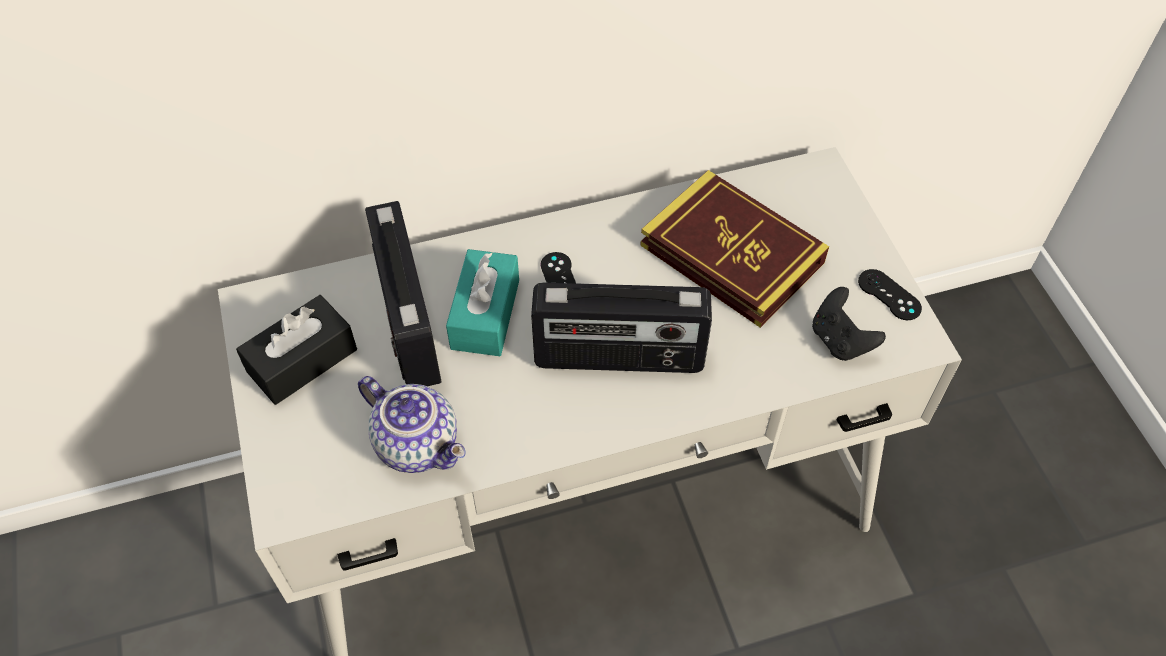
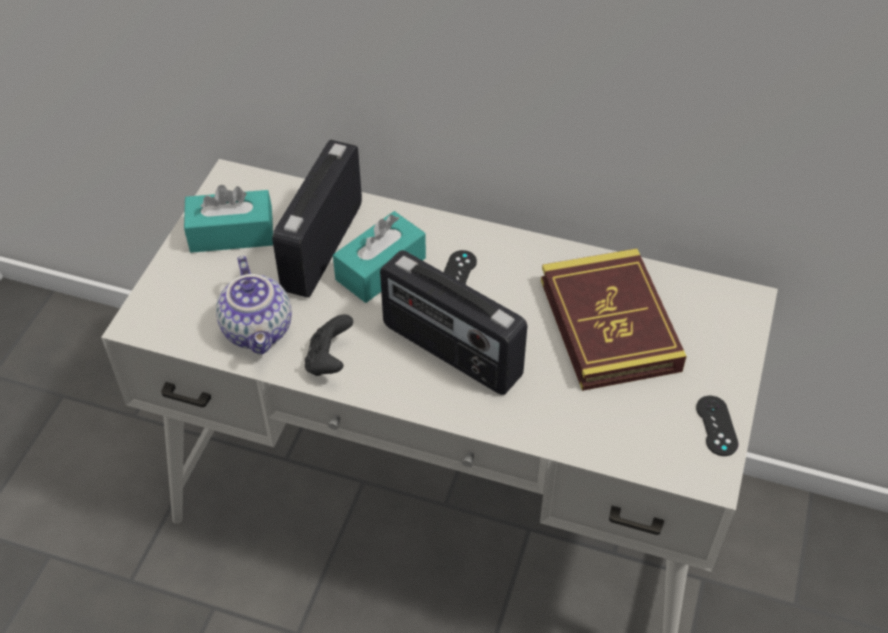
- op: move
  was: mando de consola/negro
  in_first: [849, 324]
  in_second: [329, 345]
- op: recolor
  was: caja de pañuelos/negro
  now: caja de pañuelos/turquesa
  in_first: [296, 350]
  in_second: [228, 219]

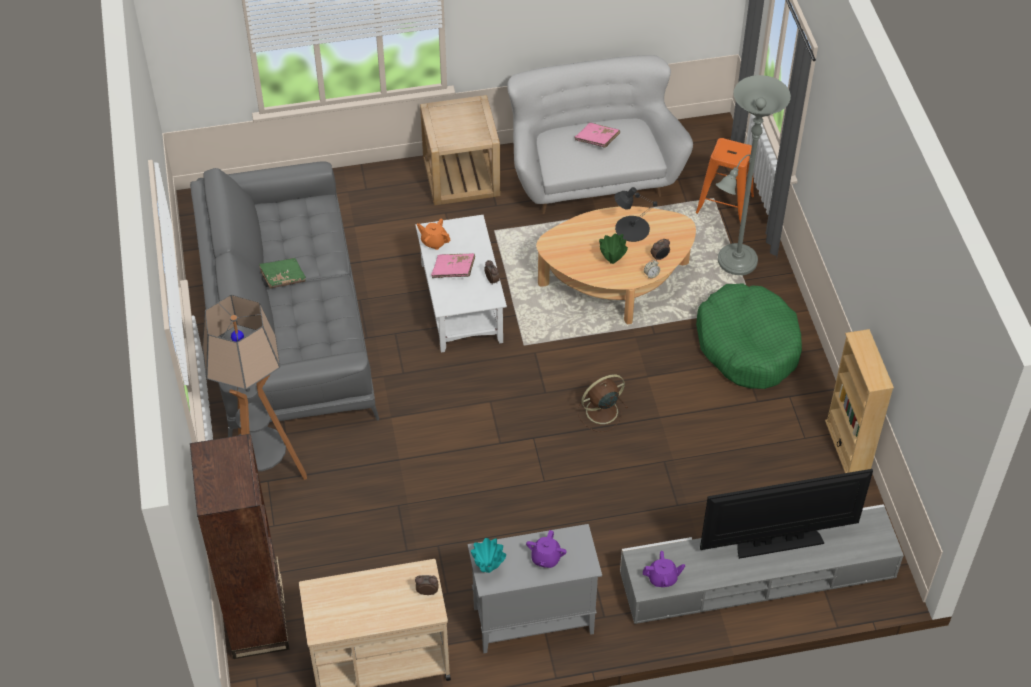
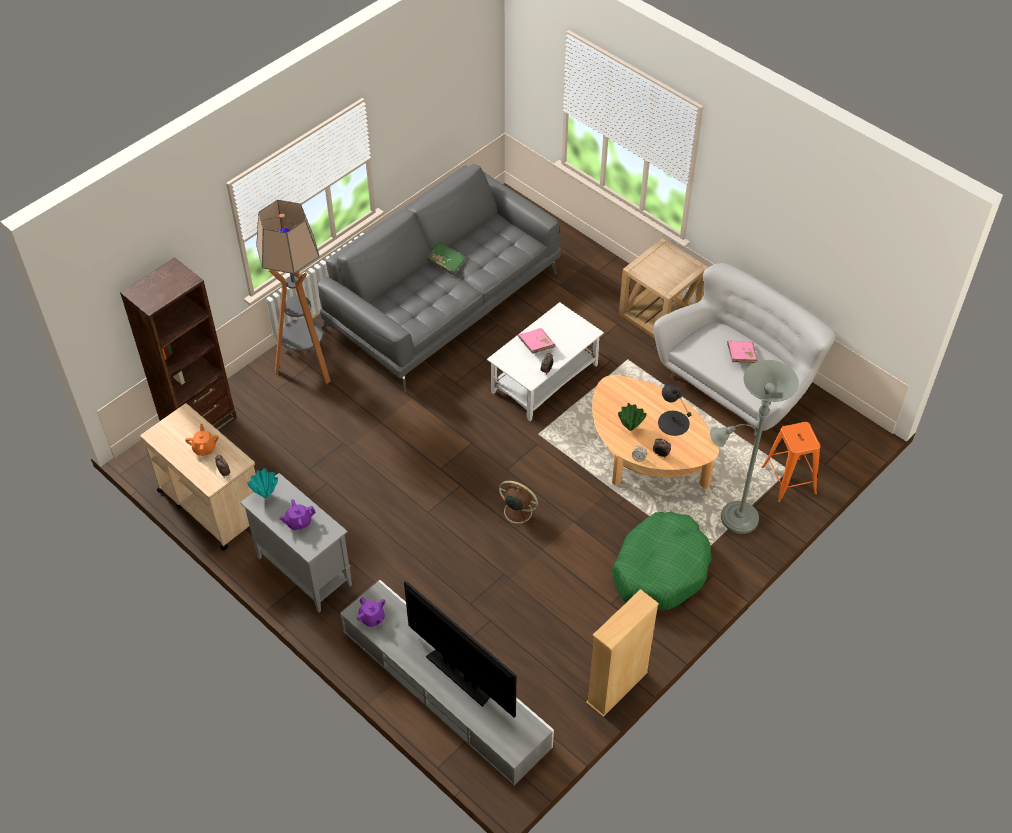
- op: move
  was: tetera/naranja
  in_first: [433, 234]
  in_second: [202, 440]

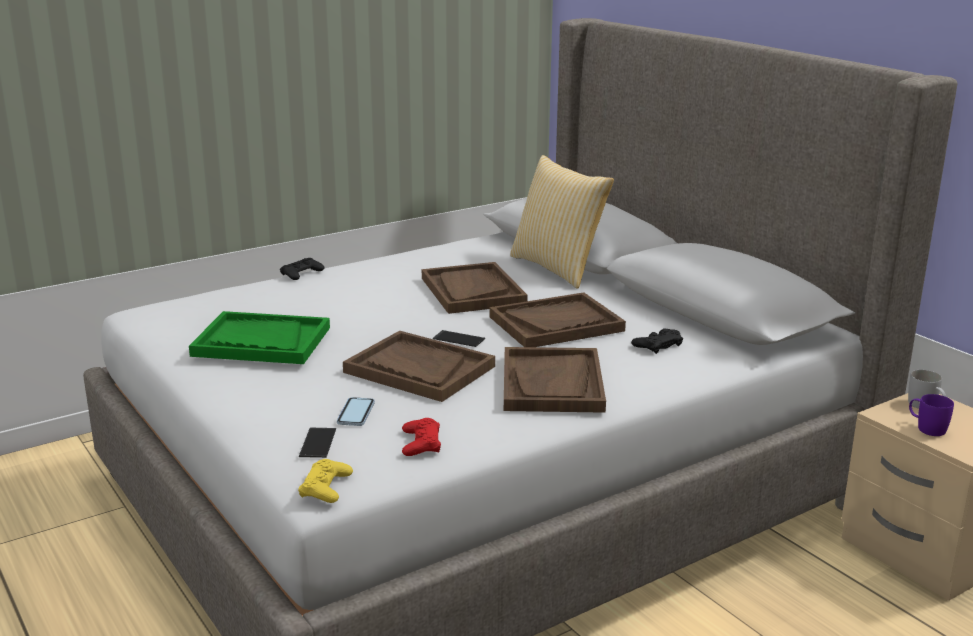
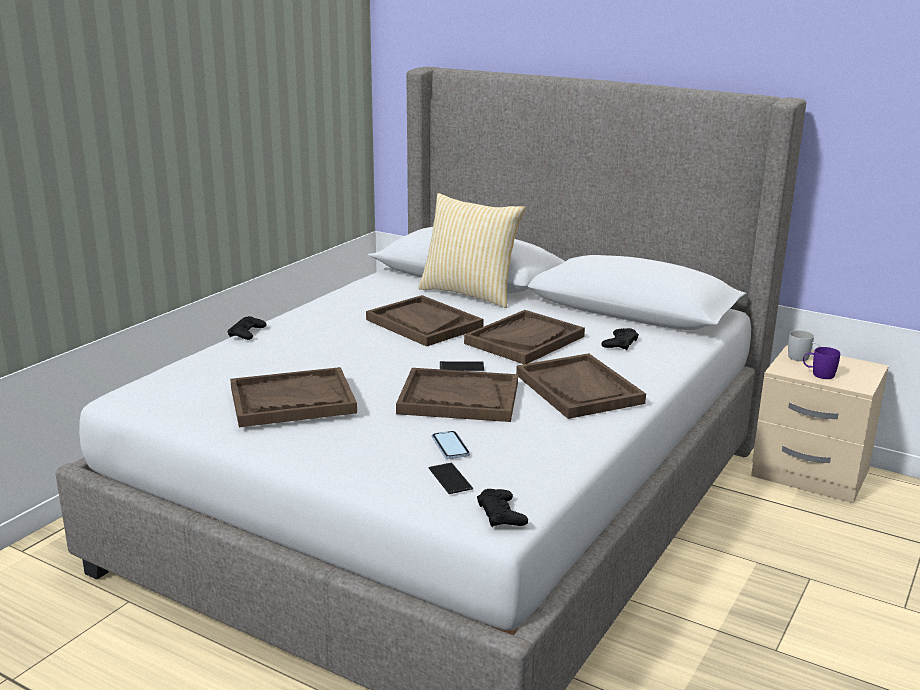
- op: delete
  was: mando de consola/rojo
  in_first: [421, 437]
- op: recolor
  was: bandeja/verde
  now: bandeja/marrón
  in_first: [259, 337]
  in_second: [293, 397]
- op: recolor
  was: mando de consola/amarillo
  now: mando de consola/negro
  in_first: [325, 481]
  in_second: [502, 508]

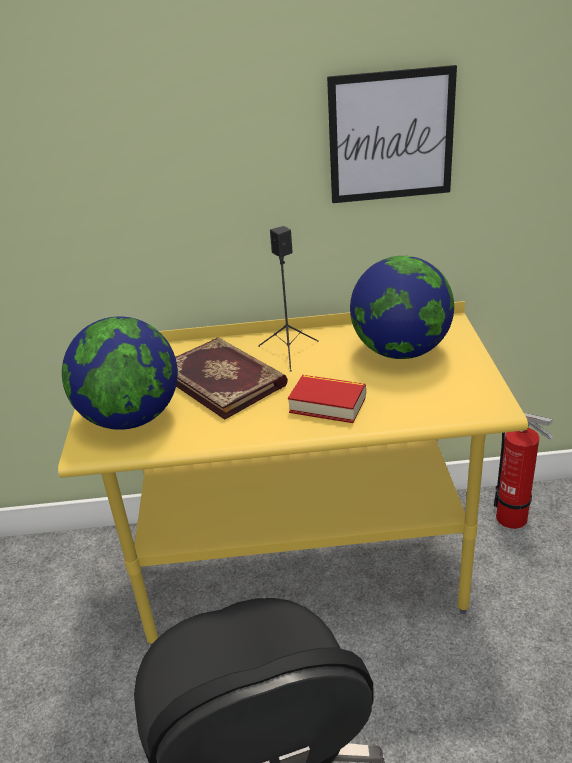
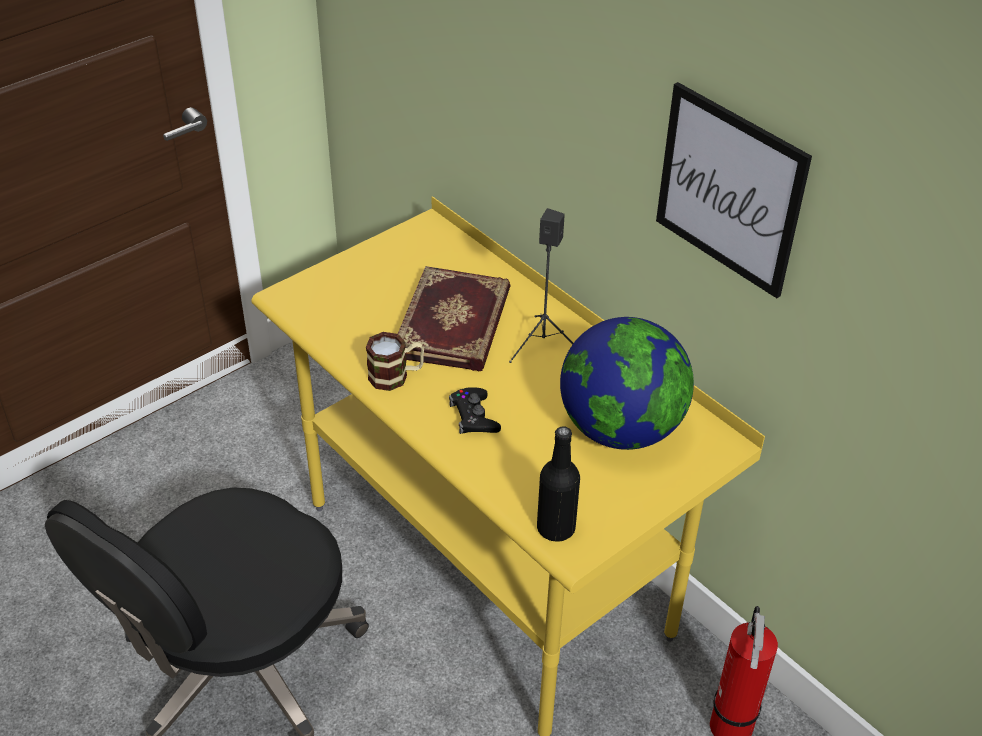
- op: delete
  was: globo terráqueo
  in_first: [120, 373]
- op: insert
  now: taza grande
  in_second: [395, 361]
- op: insert
  now: botella/negro
  in_second: [558, 484]
- op: replace
  was: libro
  now: mando de consola/negro
  in_first: [327, 399]
  in_second: [475, 410]

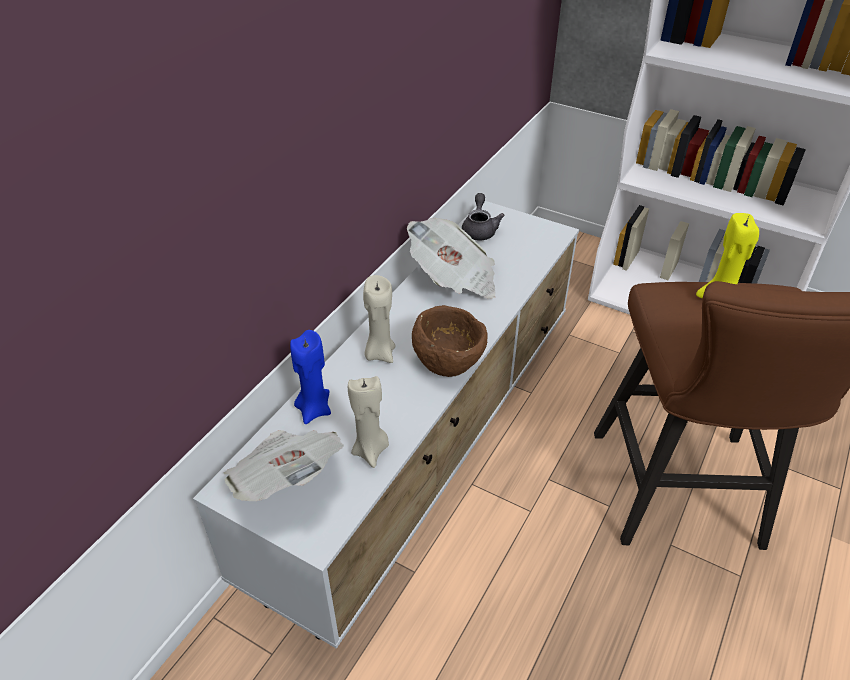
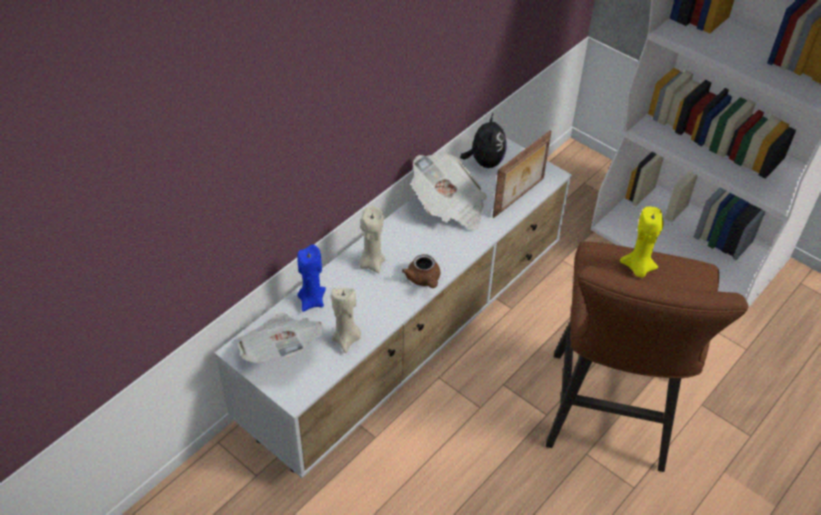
- op: insert
  now: portarretratos
  in_second: [522, 174]
- op: replace
  was: cuenco/marrón
  now: tetera/marrón
  in_first: [449, 341]
  in_second: [421, 271]
- op: replace
  was: tetera/gris
  now: peluche
  in_first: [483, 217]
  in_second: [483, 140]

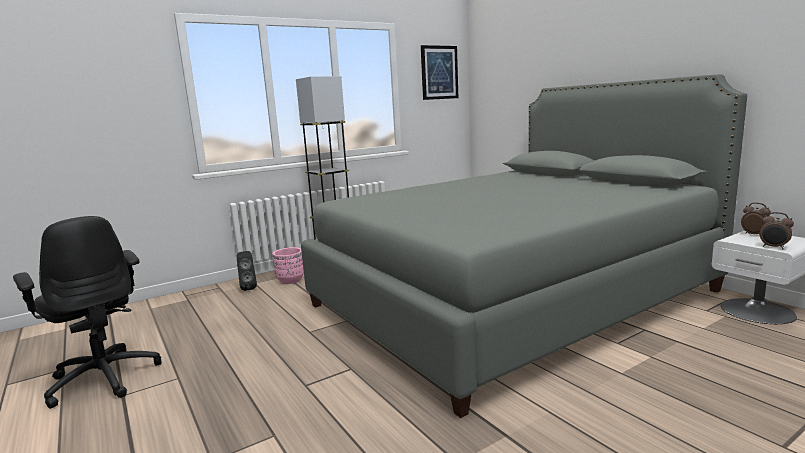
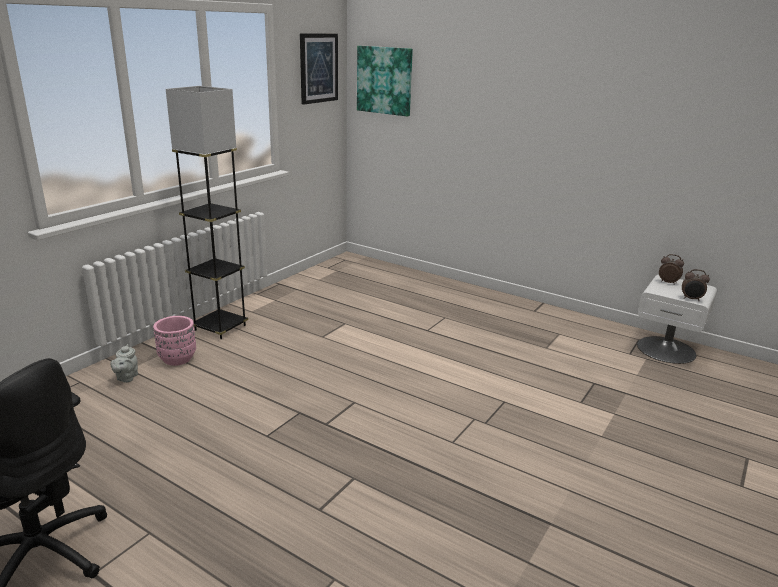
- op: delete
  was: cama/gris
  in_first: [524, 246]
- op: insert
  now: cuadro
  in_second: [385, 81]
- op: replace
  was: altavoz/negro
  now: tetera/gris
  in_first: [246, 271]
  in_second: [124, 363]

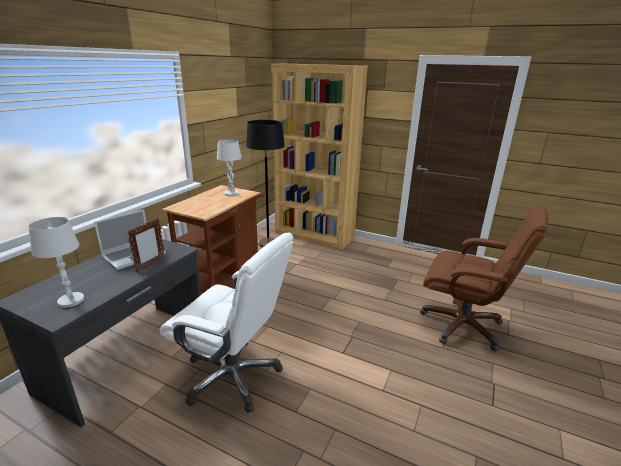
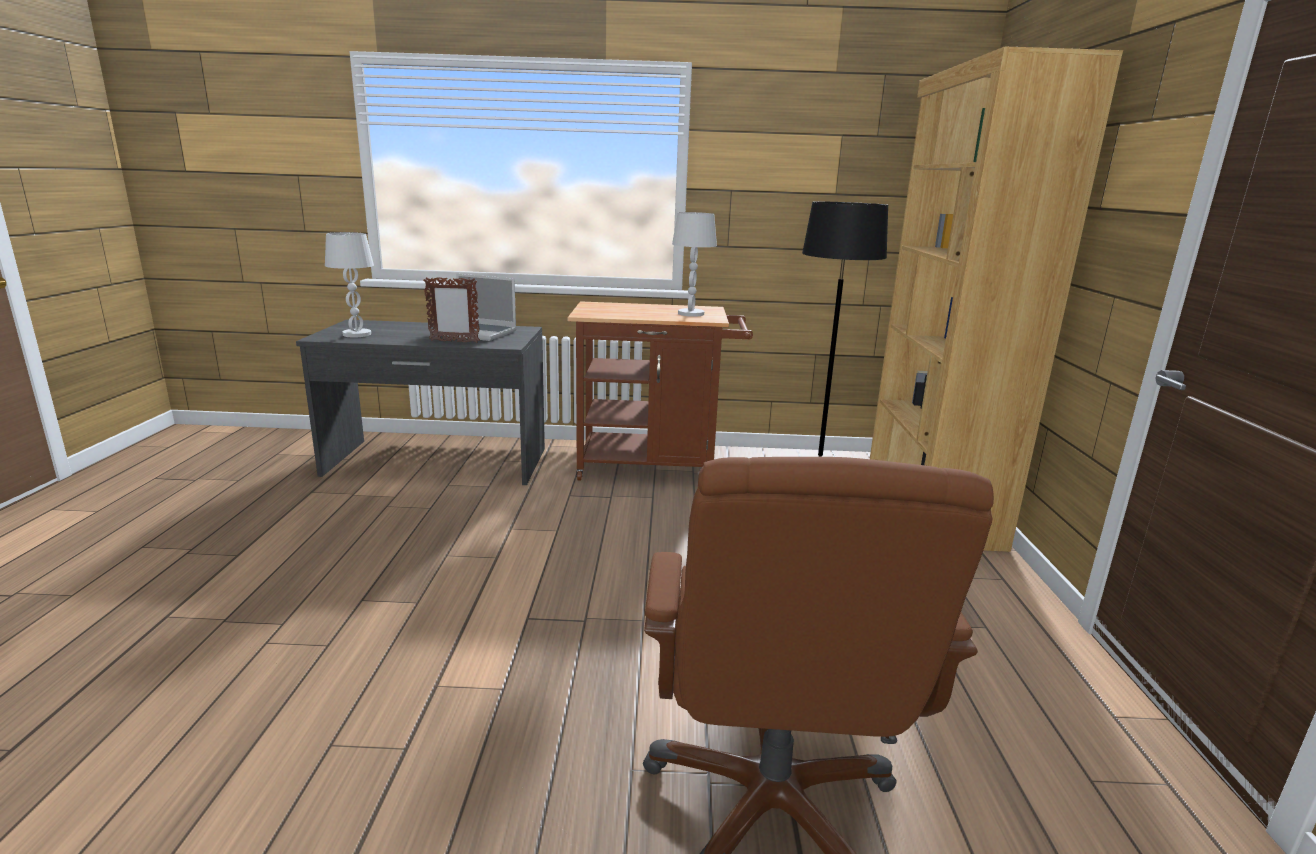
- op: delete
  was: silla de oficina/blanco
  in_first: [226, 323]

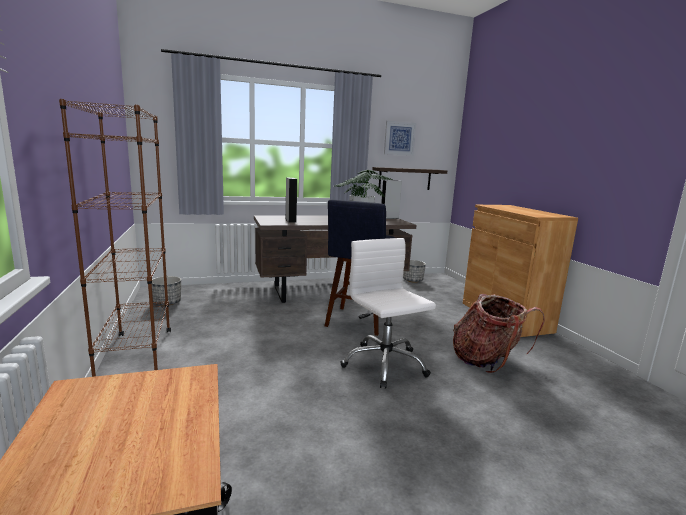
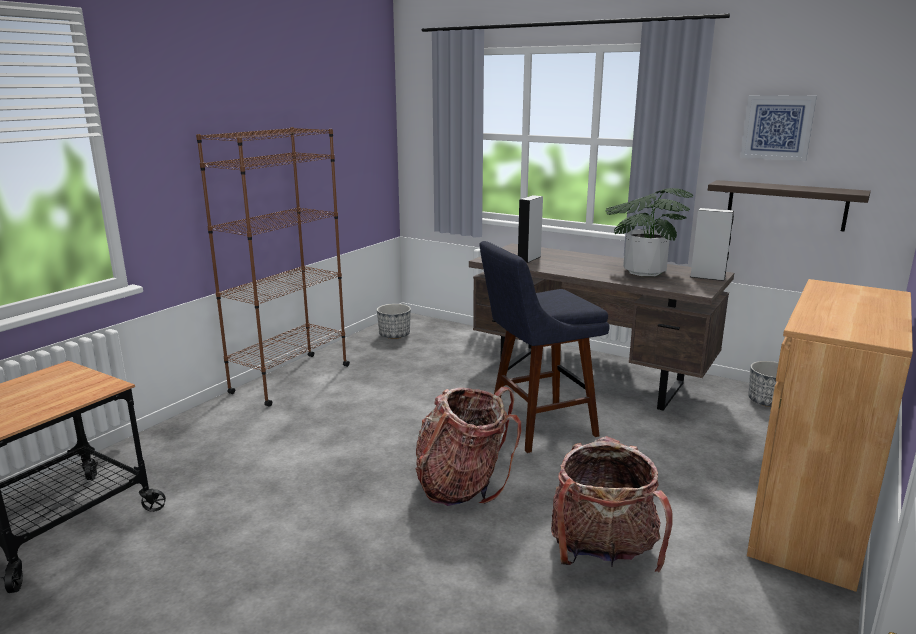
- op: replace
  was: silla de oficina/blanco
  now: mochila
  in_first: [388, 313]
  in_second: [468, 446]

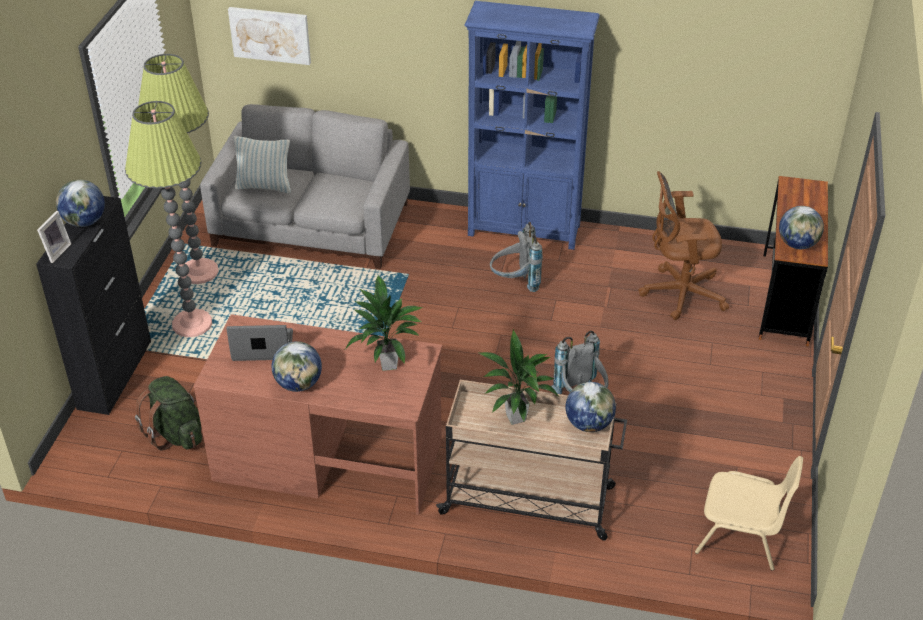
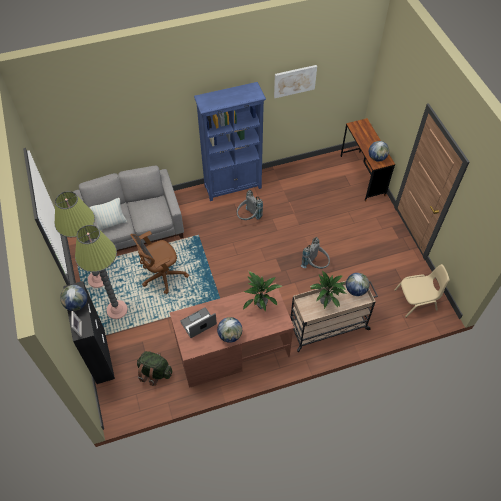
- op: move
  was: cuadro
  in_first: [269, 36]
  in_second: [295, 81]
- op: move
  was: silla de oficina/marrón
  in_first: [683, 245]
  in_second: [159, 262]

